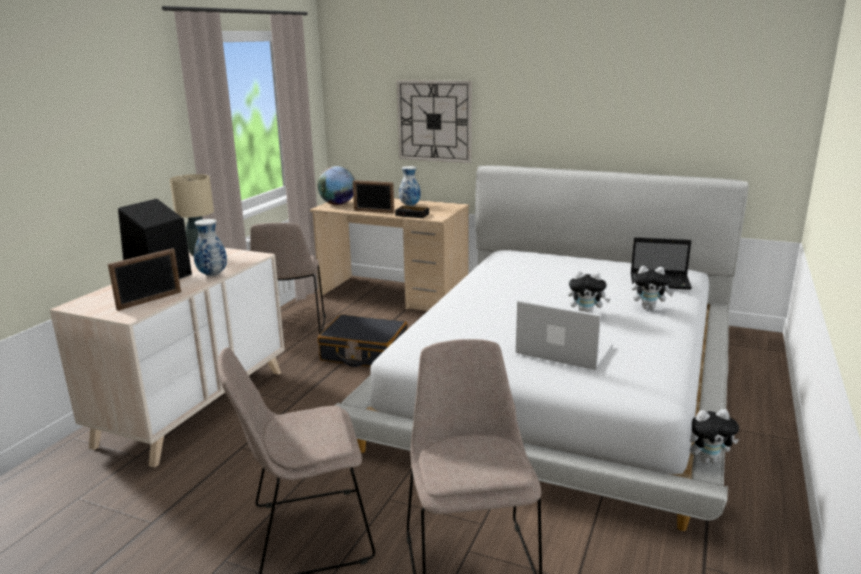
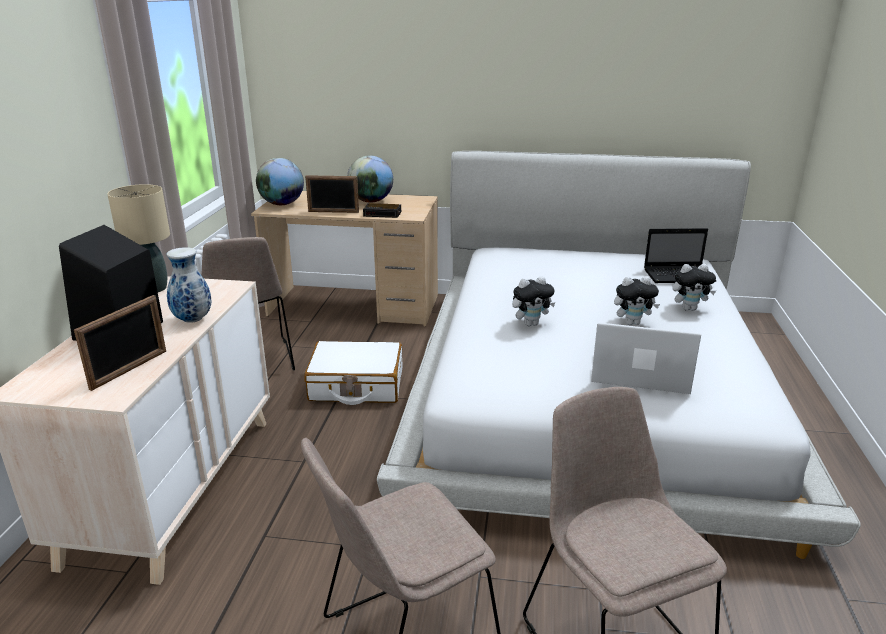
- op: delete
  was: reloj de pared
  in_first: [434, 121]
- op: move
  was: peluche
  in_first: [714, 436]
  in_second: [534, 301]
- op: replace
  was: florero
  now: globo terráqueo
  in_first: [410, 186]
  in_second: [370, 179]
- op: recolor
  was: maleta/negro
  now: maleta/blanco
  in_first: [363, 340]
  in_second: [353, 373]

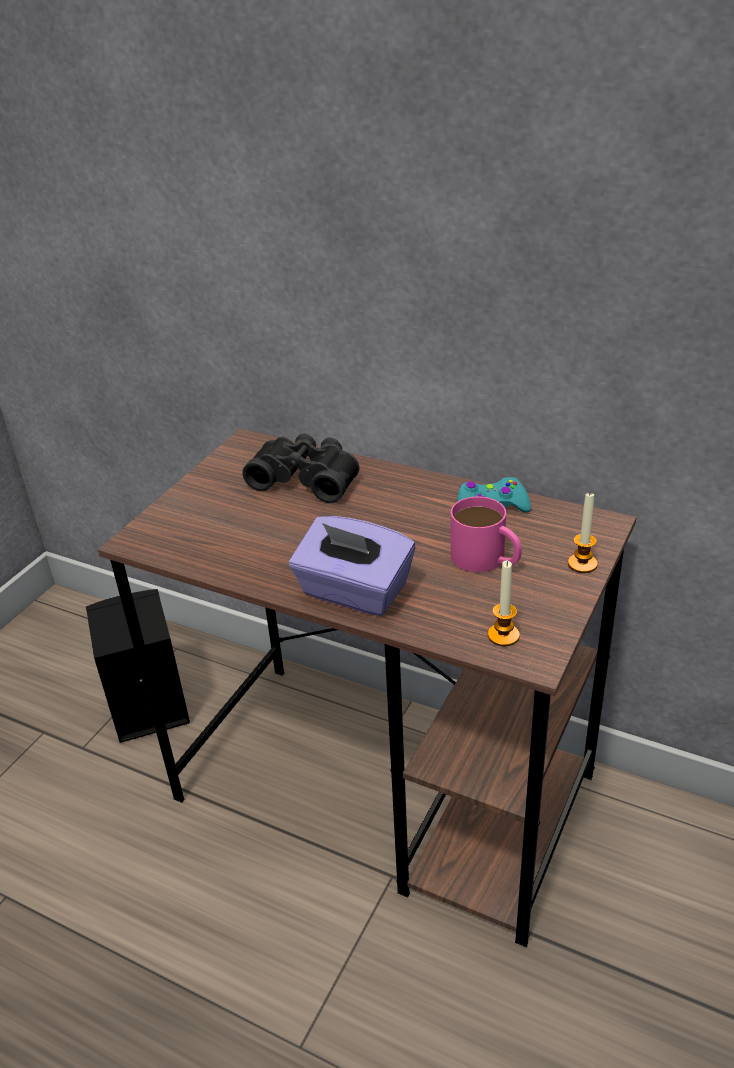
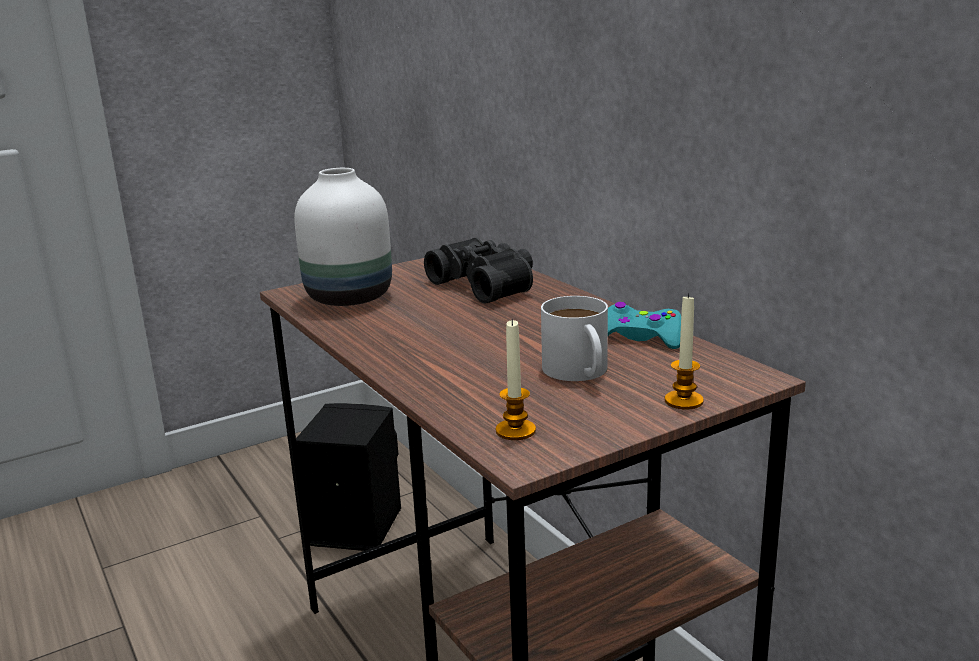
- op: delete
  was: caja de pañuelos/morado
  in_first: [352, 566]
- op: insert
  now: florero/blanco
  in_second: [343, 237]
- op: recolor
  was: taza grande/rosa
  now: taza grande/blanco
  in_first: [486, 534]
  in_second: [574, 338]

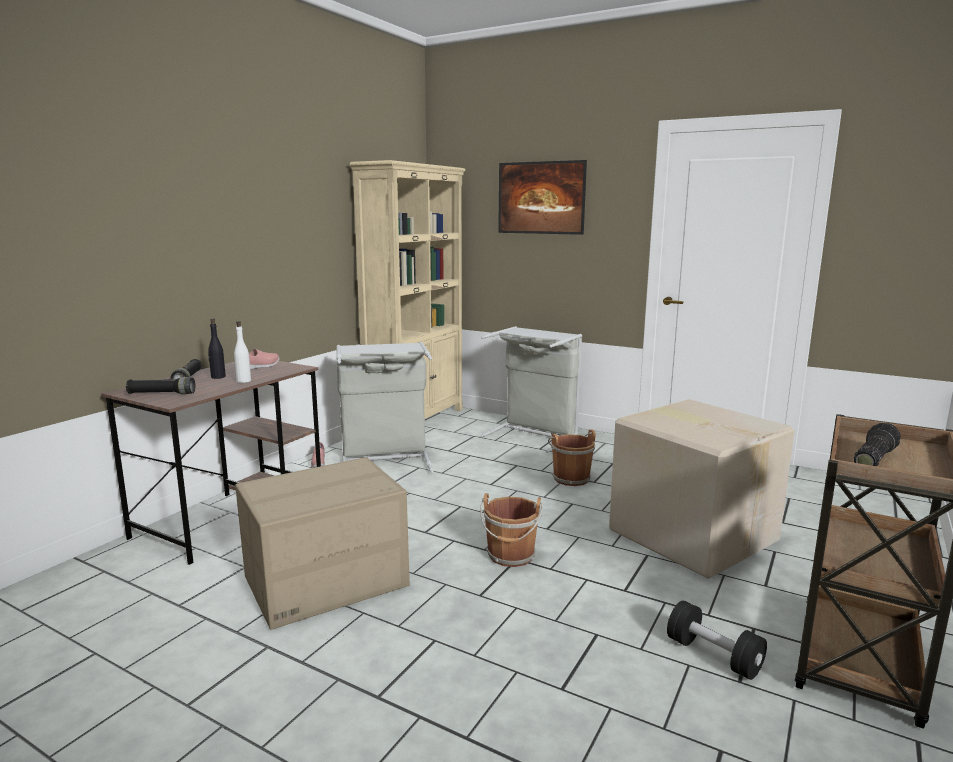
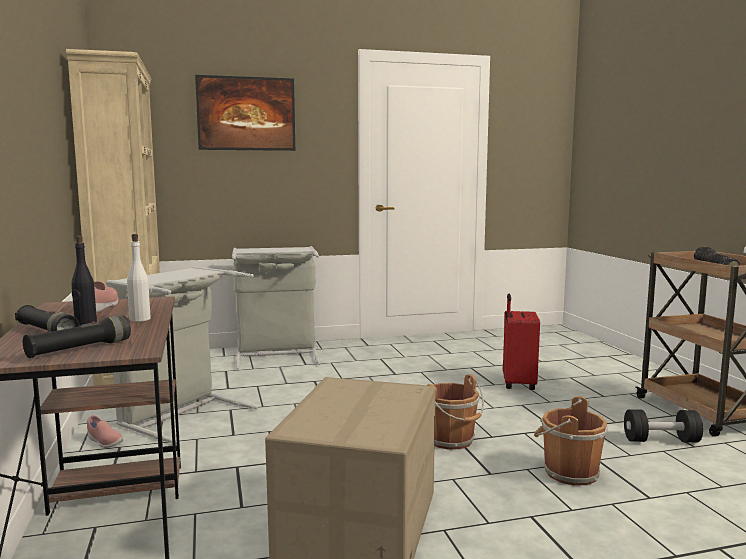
- op: move
  was: cubo/marrón
  in_first: [572, 458]
  in_second: [571, 441]
- op: replace
  was: caja de cartón
  now: maleta/rojo
  in_first: [701, 489]
  in_second: [521, 342]

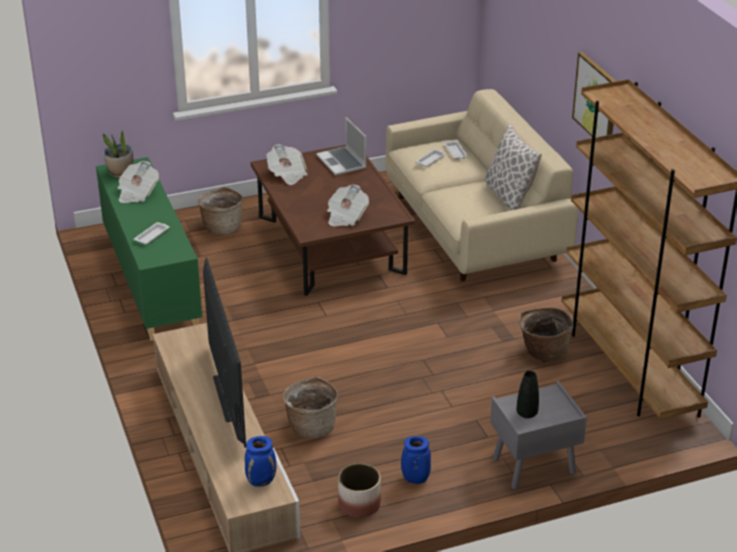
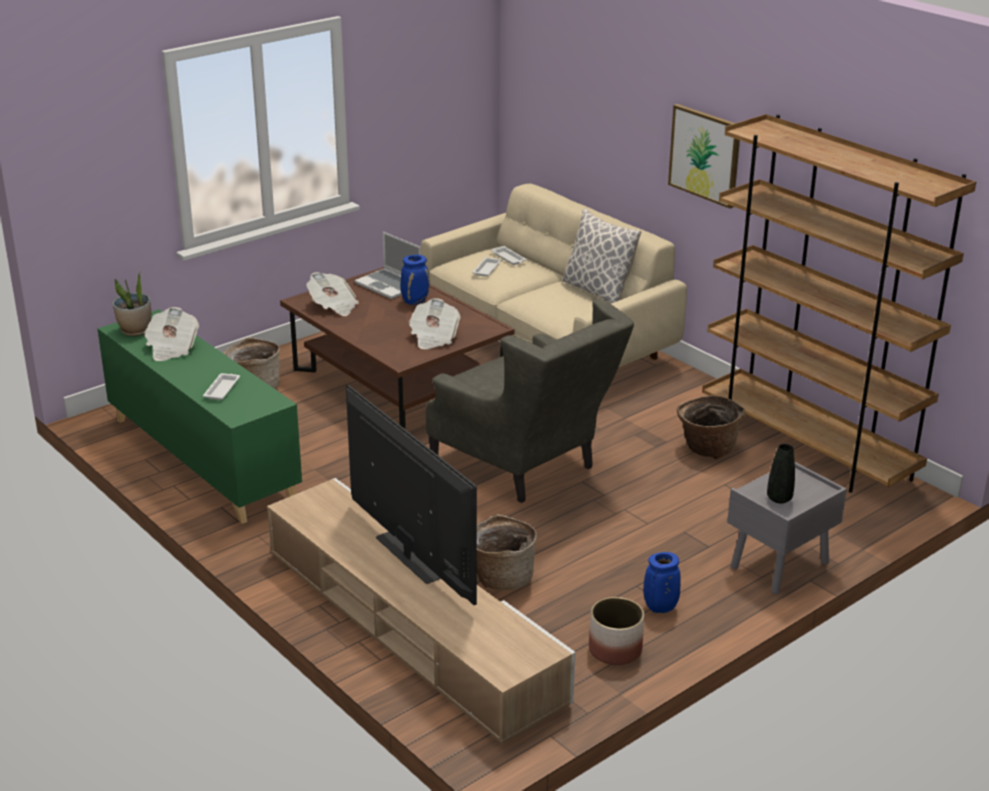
- op: insert
  now: sillón/gris
  in_second: [530, 401]
- op: move
  was: florero/azul
  in_first: [260, 461]
  in_second: [415, 280]

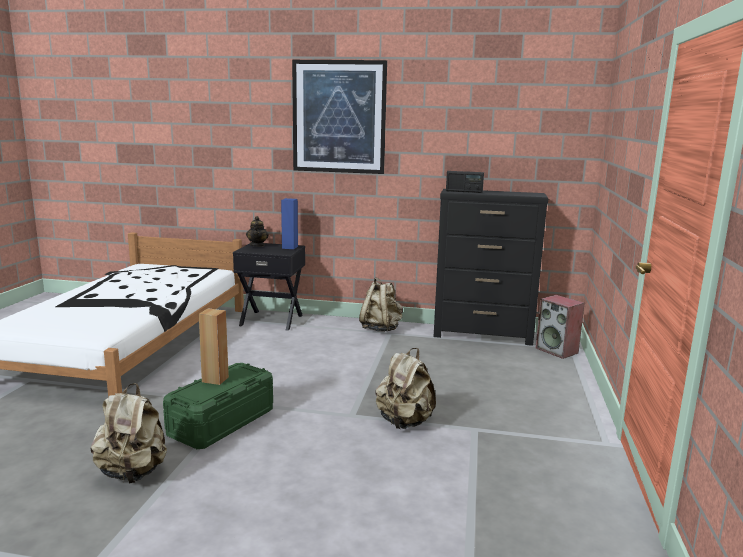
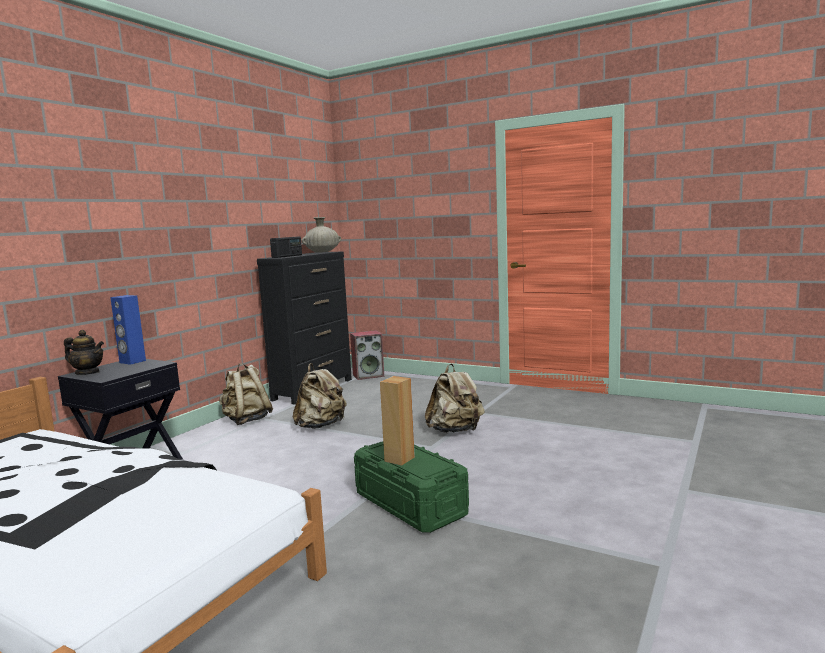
- op: delete
  was: cuadro
  in_first: [339, 117]
- op: insert
  now: florero/beis
  in_second: [321, 235]
- op: move
  was: mochila/beis
  in_first: [129, 433]
  in_second: [320, 396]

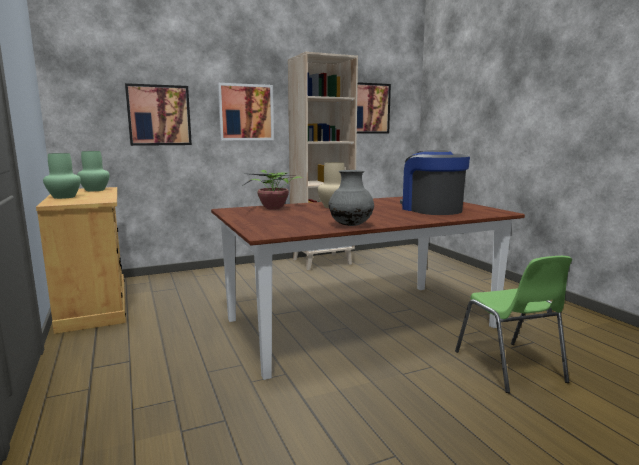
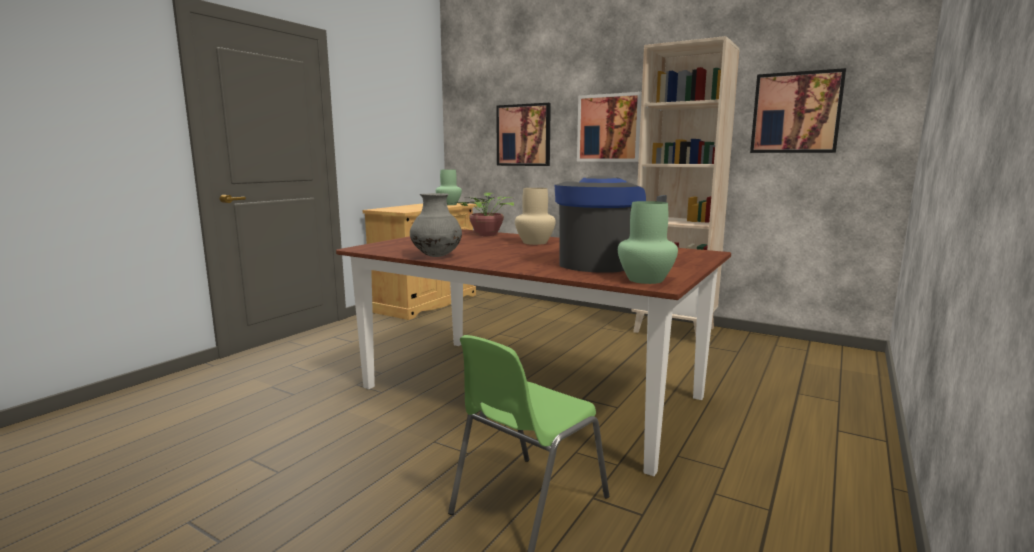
- op: move
  was: florero/verde
  in_first: [62, 176]
  in_second: [648, 242]

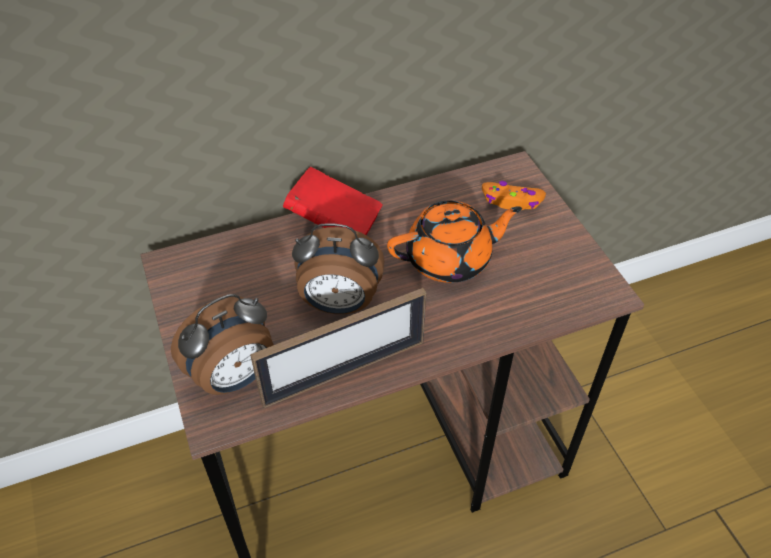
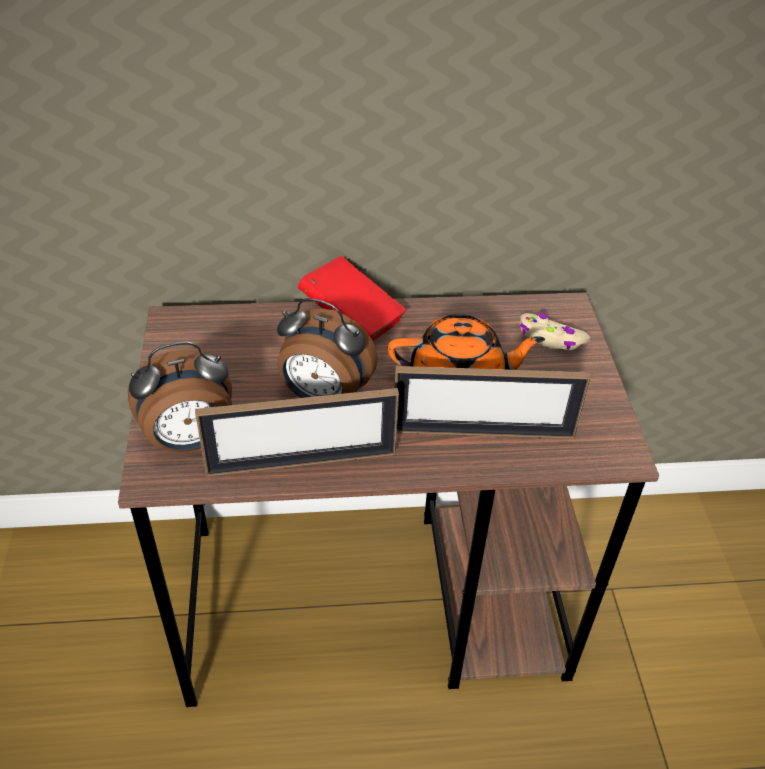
- op: insert
  now: portarretratos
  in_second: [492, 402]
- op: recolor
  was: mando de consola/naranja
  now: mando de consola/beis
  in_first: [514, 195]
  in_second: [555, 331]

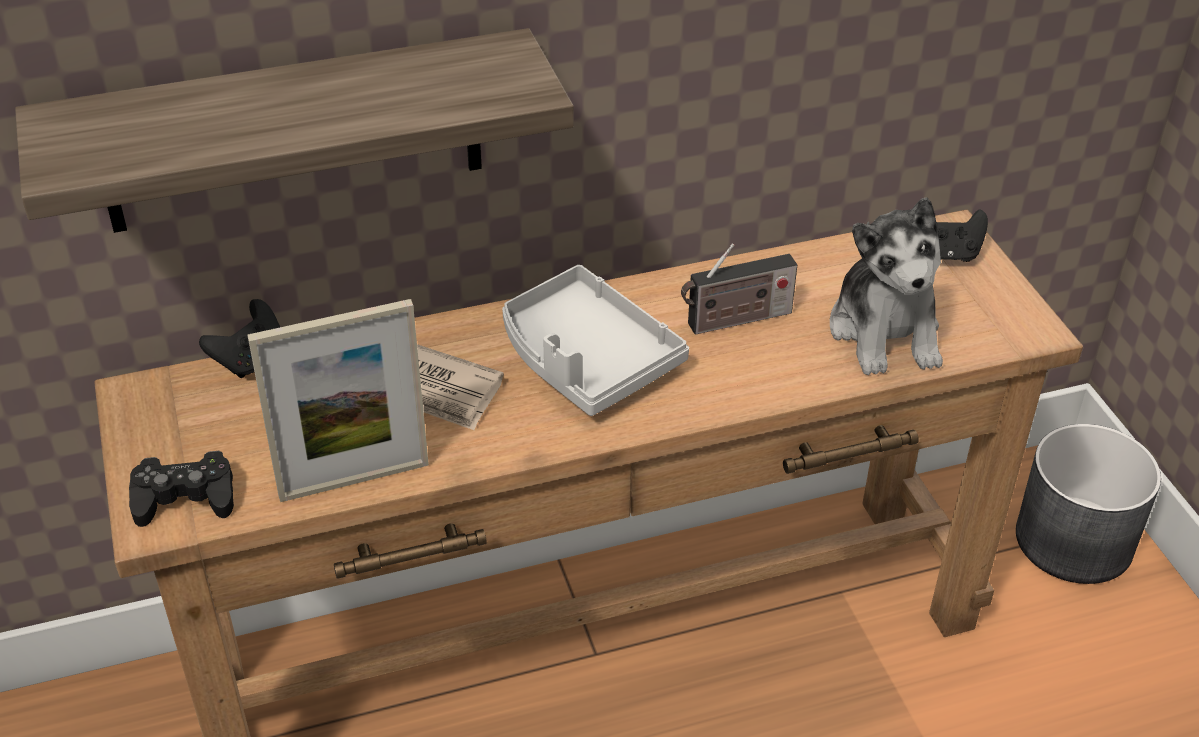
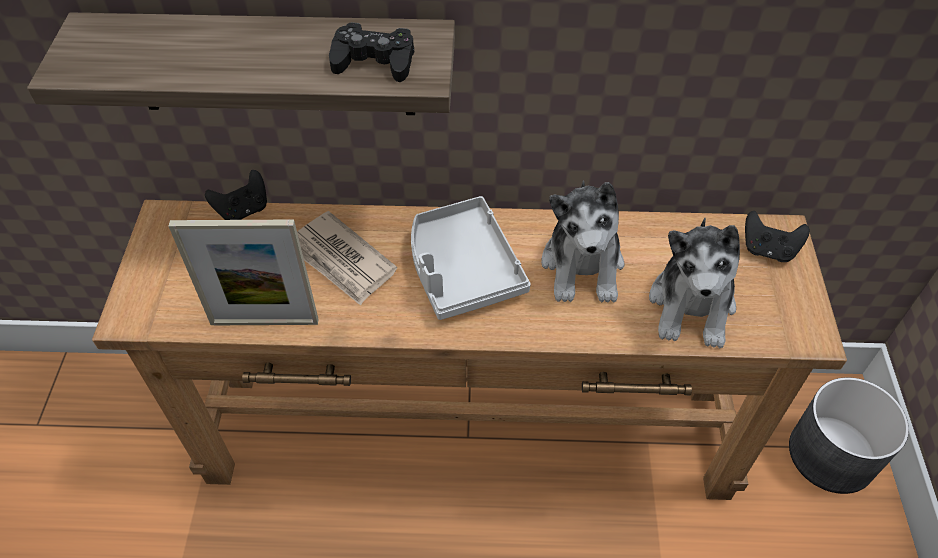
- op: move
  was: mando de consola/negro
  in_first: [181, 489]
  in_second: [371, 52]
- op: replace
  was: radio
  now: peluche
  in_first: [739, 289]
  in_second: [582, 241]

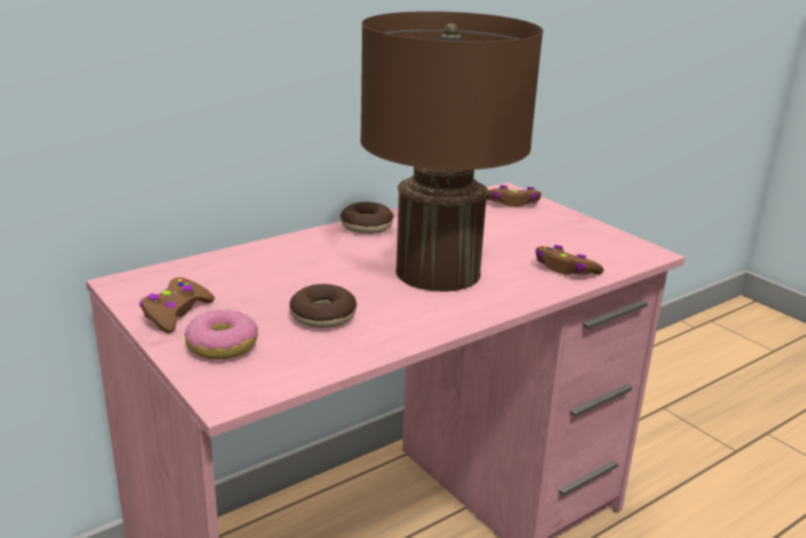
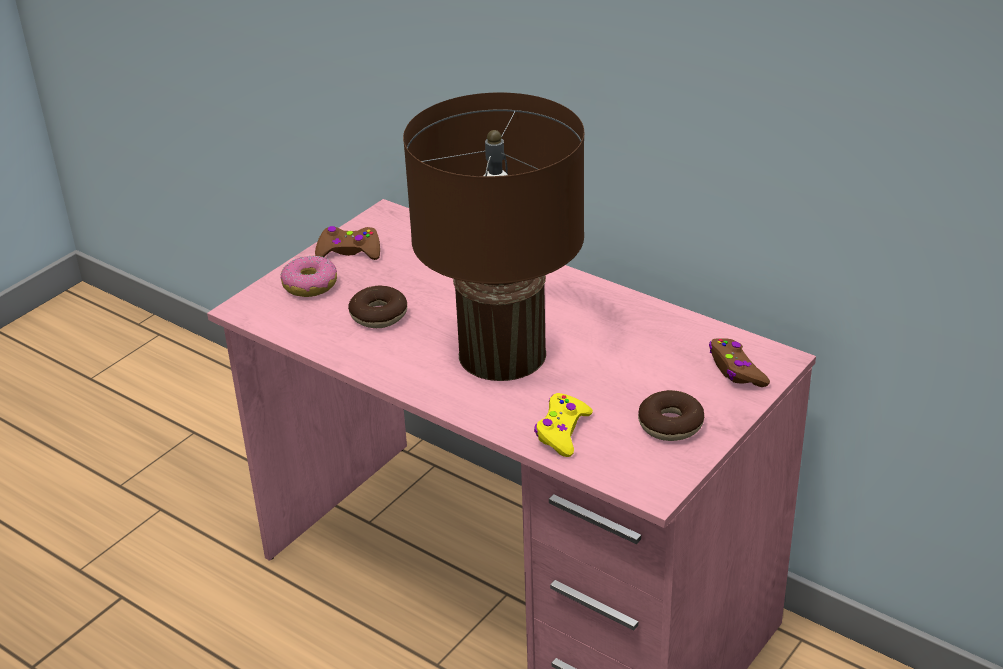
- op: move
  was: rosquilla
  in_first: [367, 218]
  in_second: [671, 415]
- op: recolor
  was: mando de consola/marrón
  now: mando de consola/amarillo
  in_first: [569, 260]
  in_second: [563, 425]

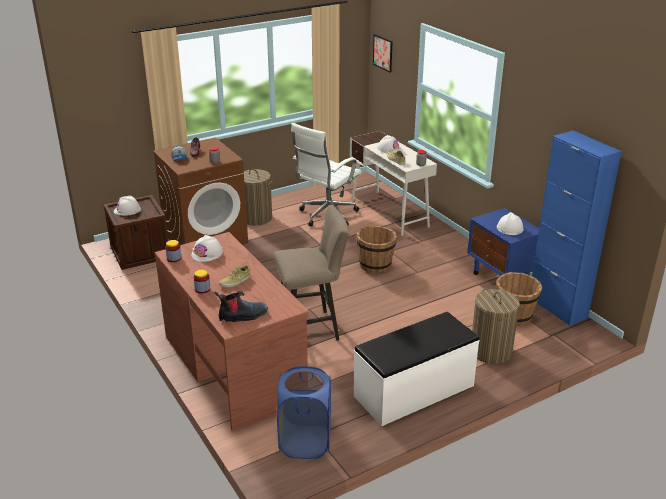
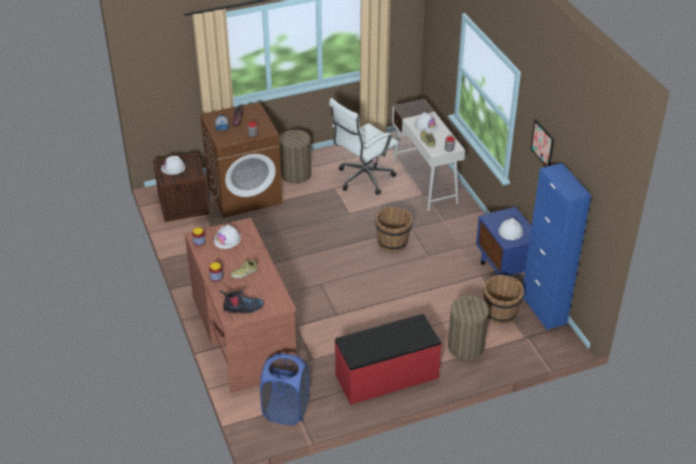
- op: delete
  was: taburete/beis
  in_first: [311, 273]
- op: move
  was: cuadro
  in_first: [383, 53]
  in_second: [542, 143]
- op: recolor
  was: banco/blanco
  now: banco/rojo
  in_first: [417, 369]
  in_second: [388, 359]

